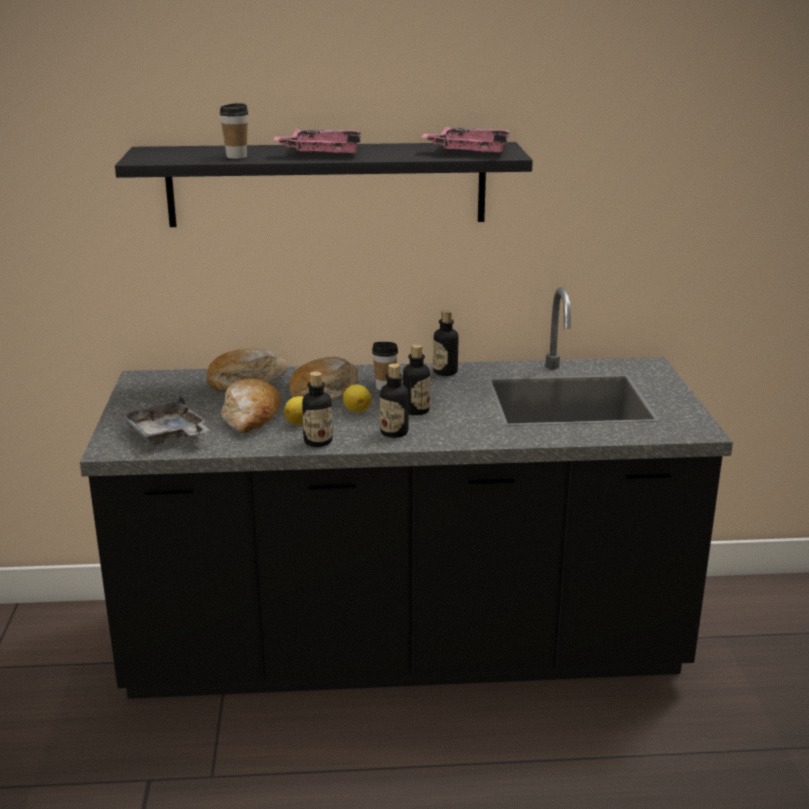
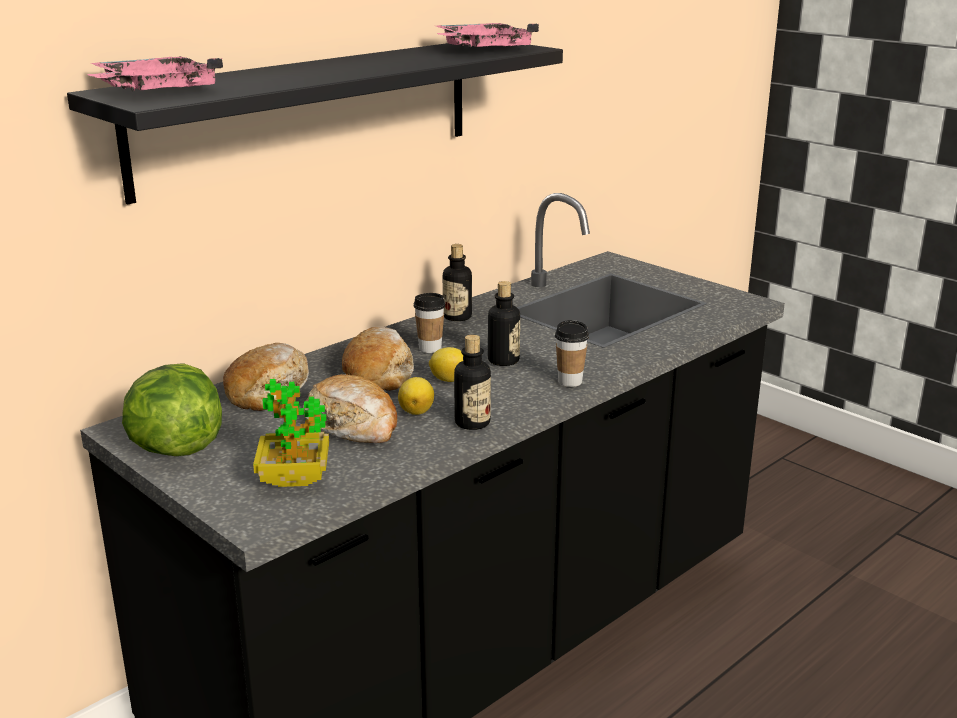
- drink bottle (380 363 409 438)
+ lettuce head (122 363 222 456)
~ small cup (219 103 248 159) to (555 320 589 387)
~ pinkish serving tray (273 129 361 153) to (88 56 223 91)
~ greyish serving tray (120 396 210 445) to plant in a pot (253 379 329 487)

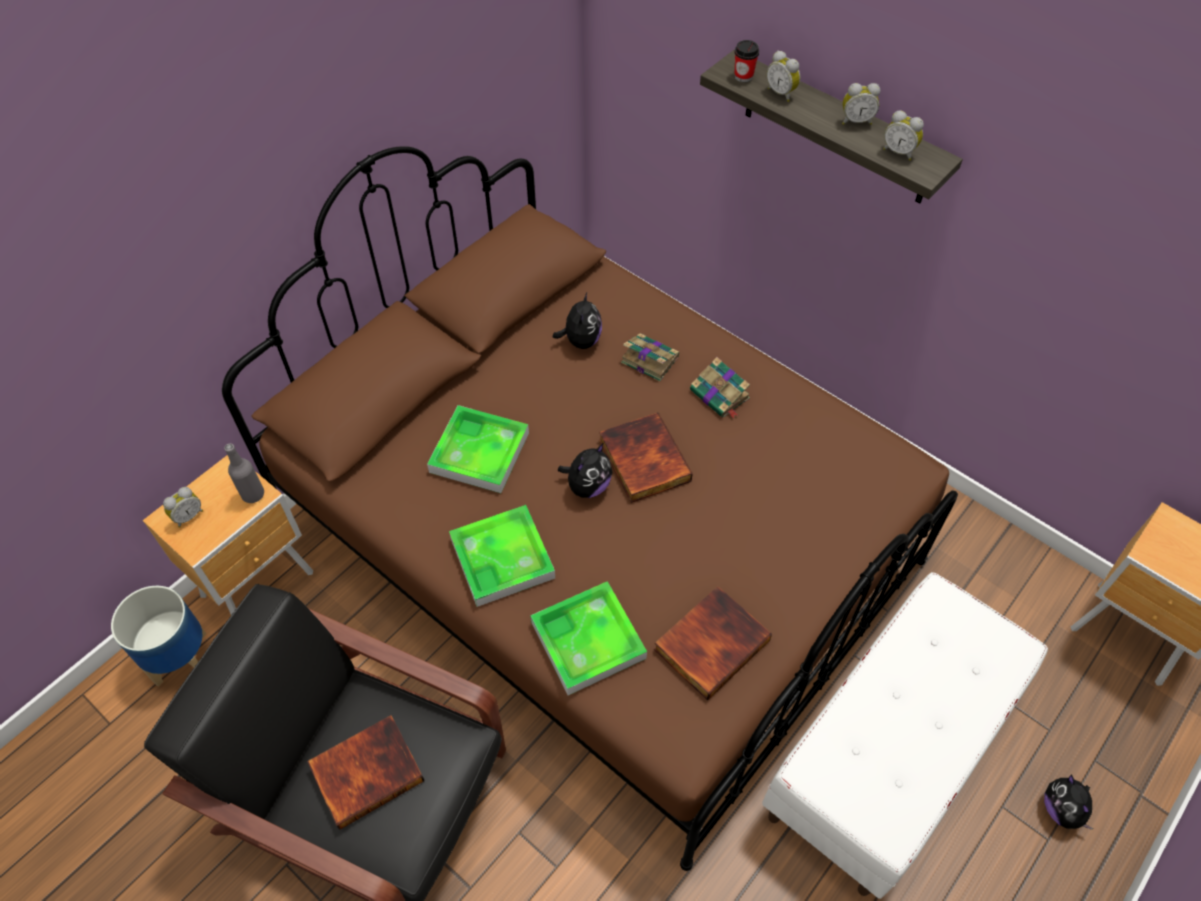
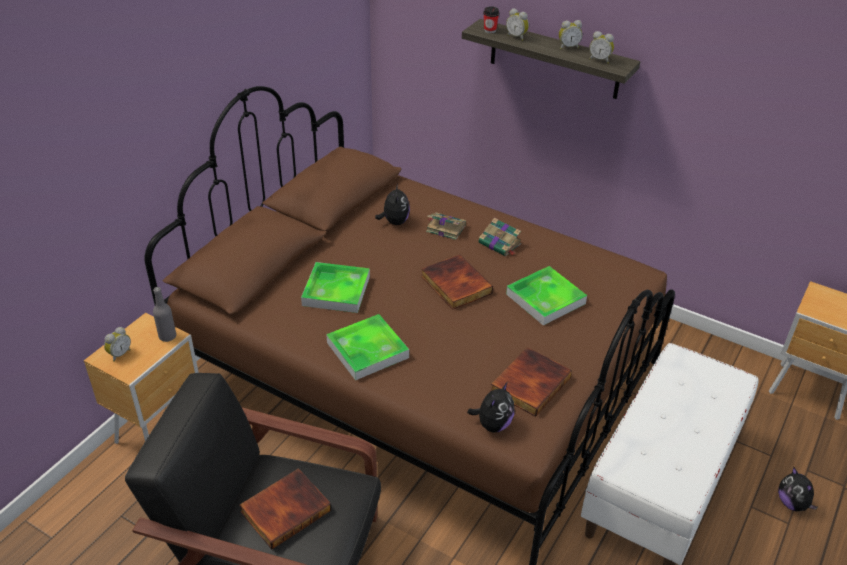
- flower pot (111 586 206 687)
~ serving tray (530 581 647 695) to (506 266 587 326)
~ plush toy (558 443 612 498) to (467 382 515 433)

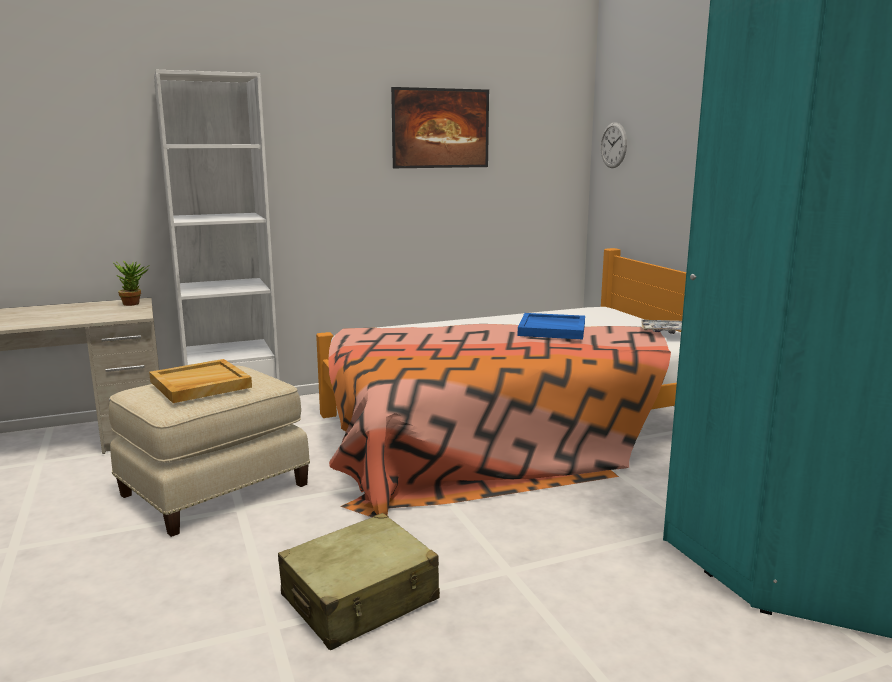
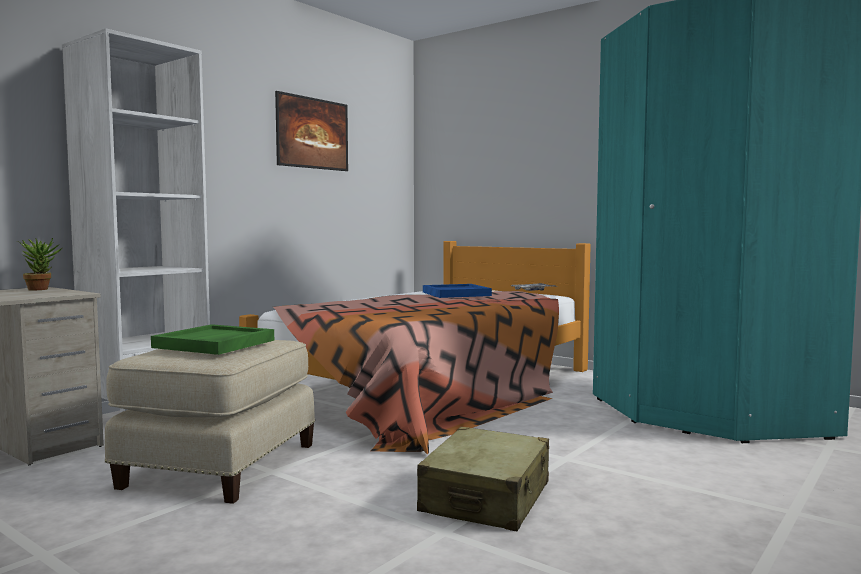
- clock on the wall (601 122 627 168)
~ beige serving tray (149 359 252 403) to green-coloured serving tray (151 324 274 355)

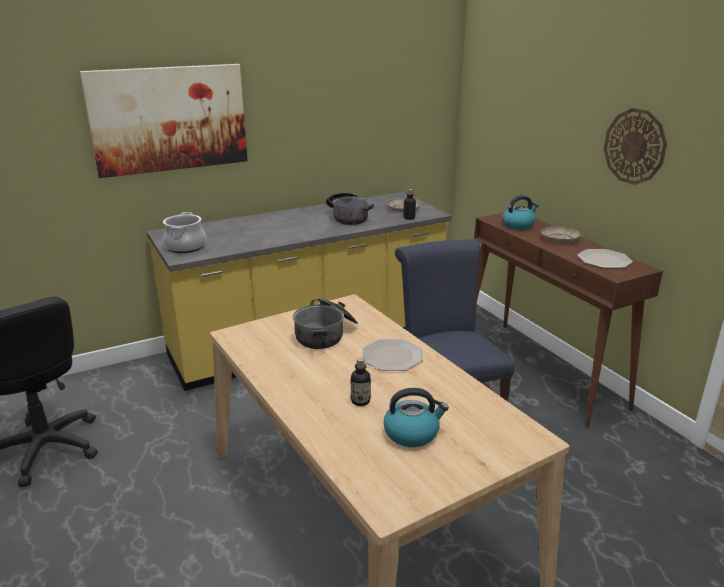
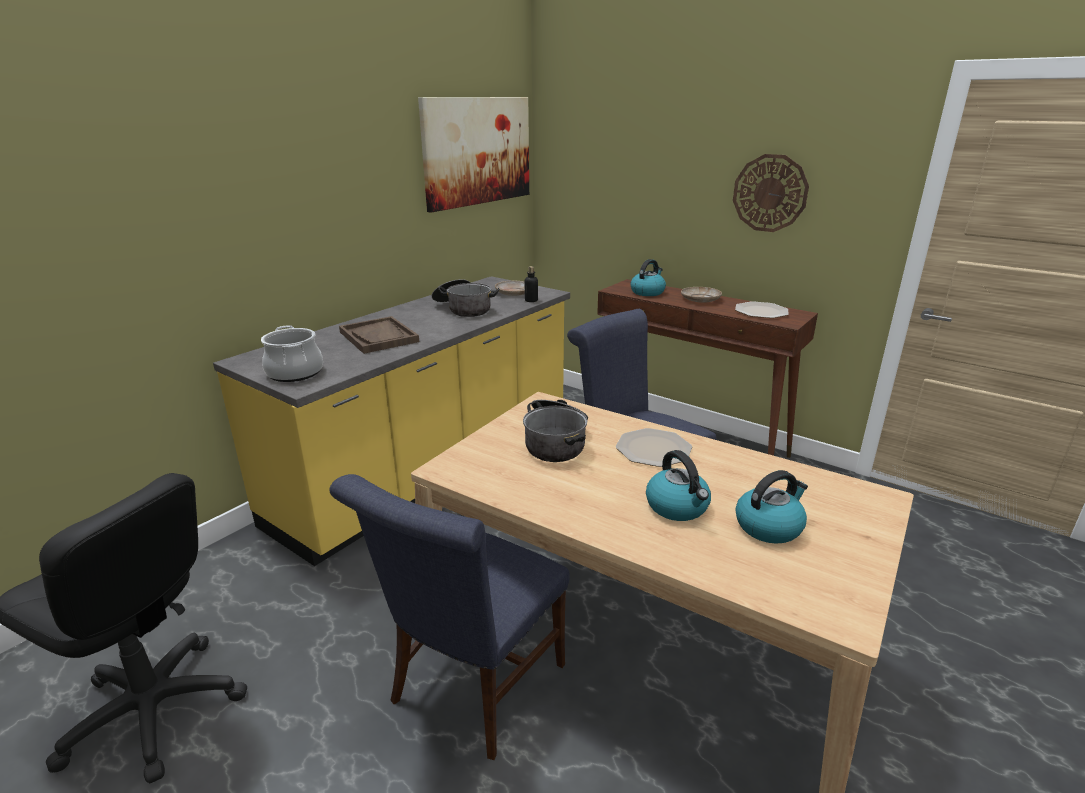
+ bluish upright chair (329 474 570 760)
+ brownish serving tray (339 316 419 354)
~ wall picture (79 64 248 178) to (418 97 529 213)
~ drink bottle (351 357 371 406) to water kettle (646 450 711 521)

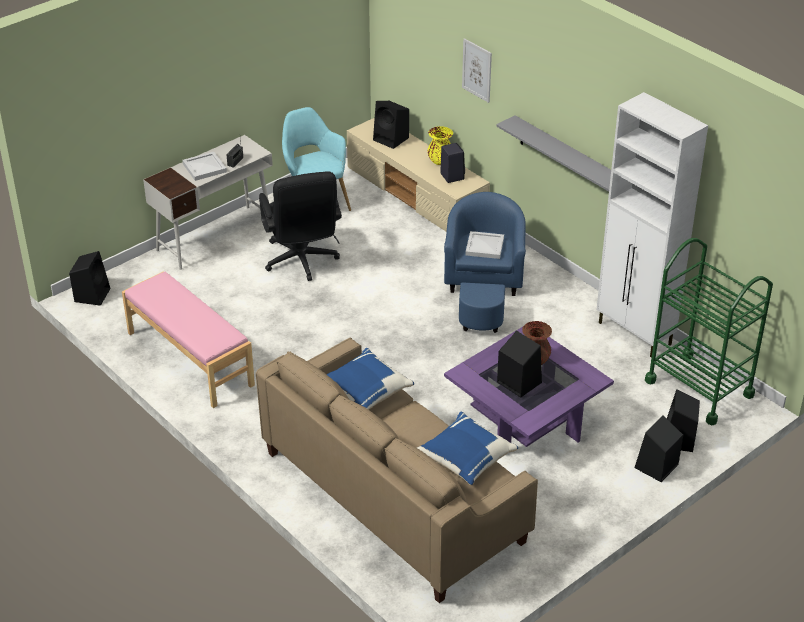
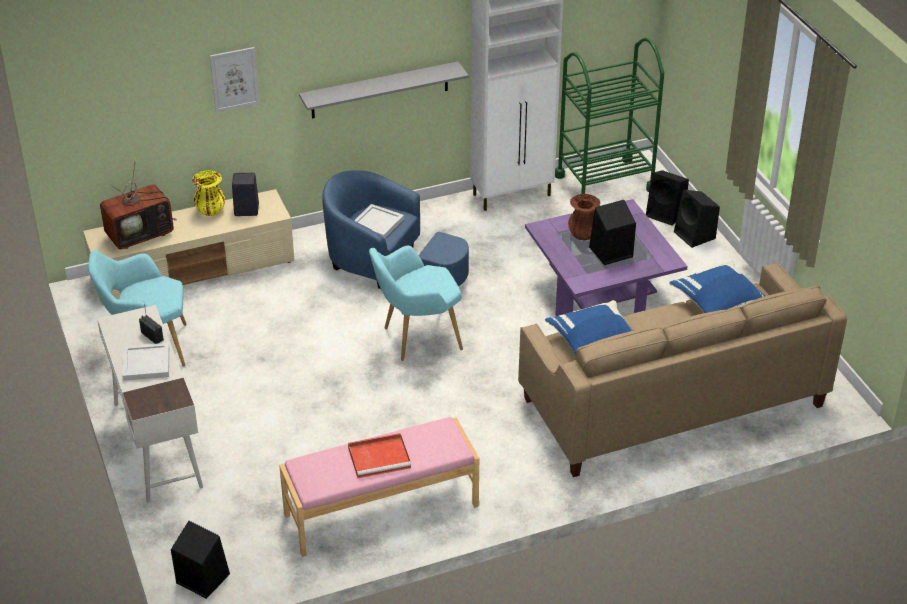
- blackish desk chair (259 171 342 281)
+ reddish serving tray (348 433 411 478)
+ turquoise-coloured lounge chair (369 246 463 361)
~ blackish loudspeaker (373 101 409 149) to TV set (100 161 177 250)

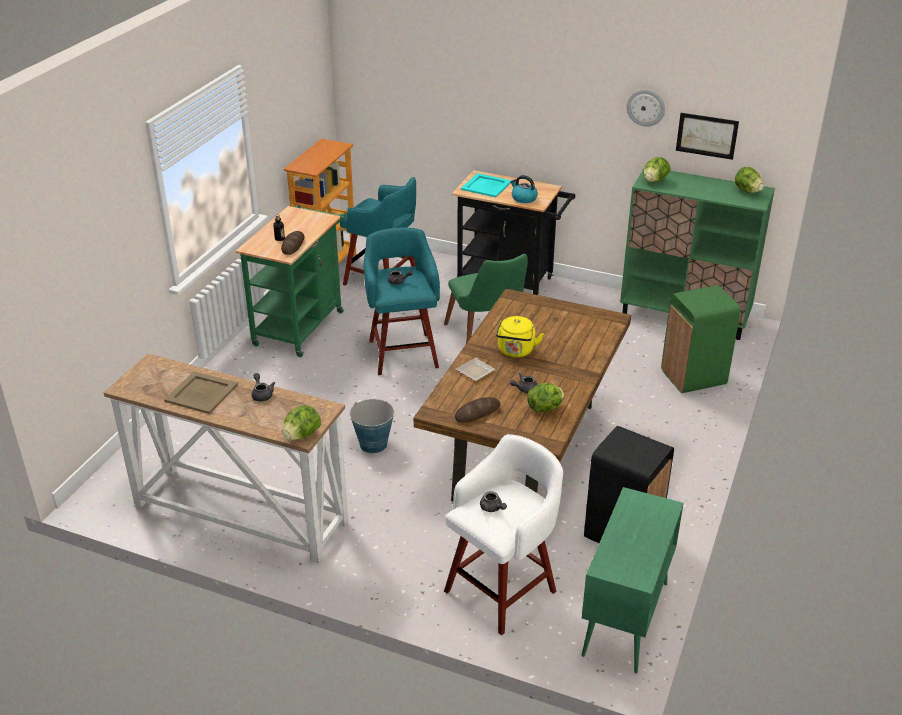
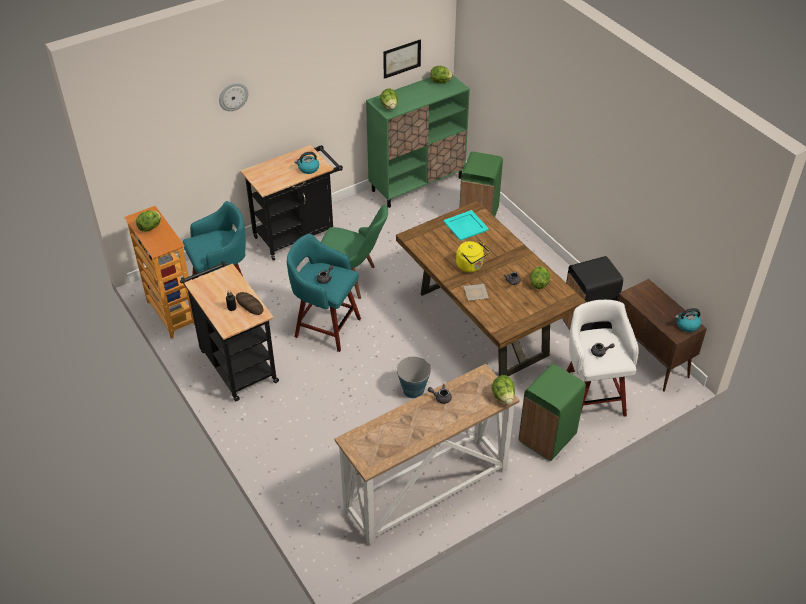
- beige serving tray (164 371 238 414)
- bakery bread (455 397 500 423)
+ lettuce head (136 210 161 232)
+ green-coloured waste bin (519 364 586 461)
+ water kettle (675 308 701 332)
~ turquoise-coloured serving tray (461 173 512 197) to (443 210 489 241)
~ clock on the wall (627 89 665 127) to (219 82 249 111)
~ green-coloured wheeled cart (236 205 345 357) to blackish wheeled cart (180 261 279 401)
~ green-coloured cupboard (582 487 684 673) to brownish cupboard (617 279 707 392)

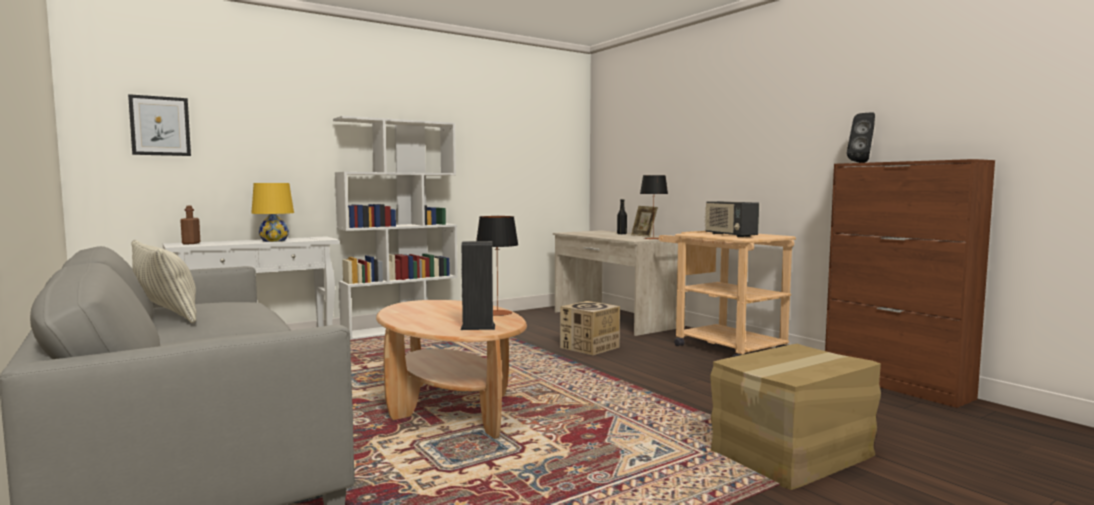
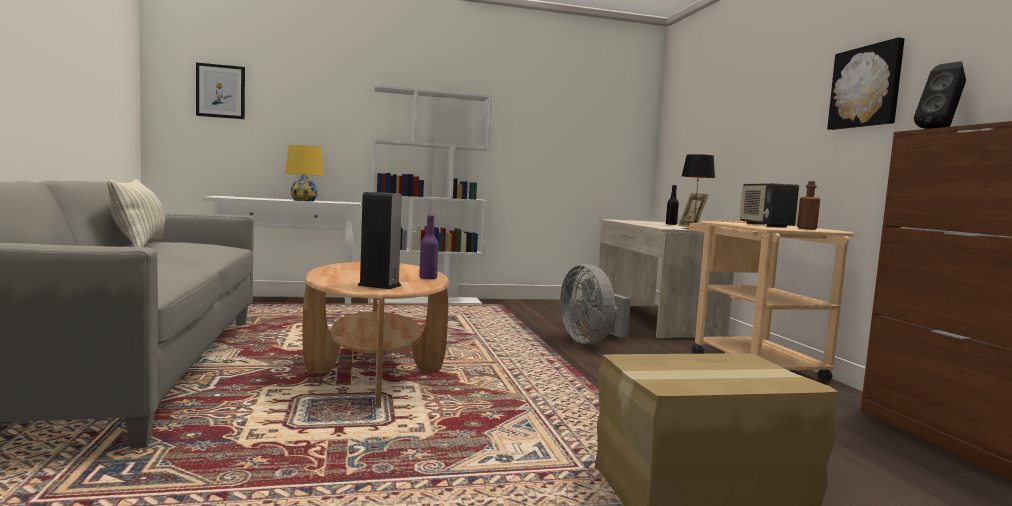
+ wall picture (827 37 905 130)
~ brownish drink bottle (180 206 201 244) to (797 181 820 230)
~ lamp for a table (476 216 518 316) to purple drink bottle (419 215 438 279)
~ packing box (560 301 620 355) to greyish electric fan (560 264 631 344)

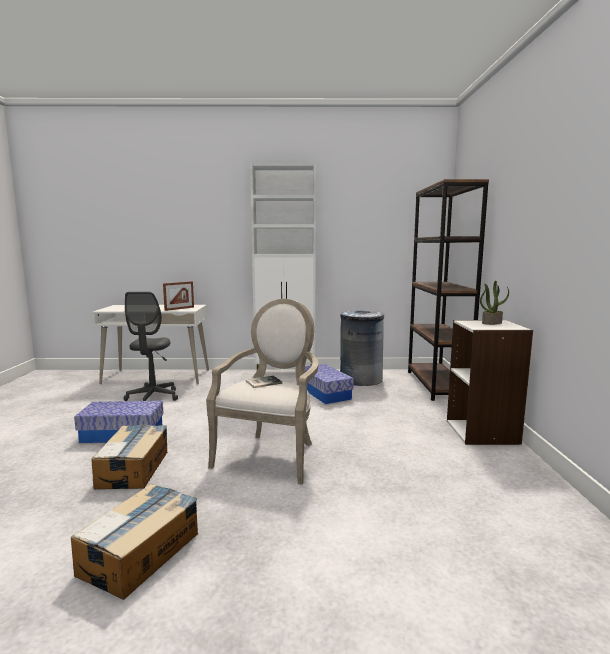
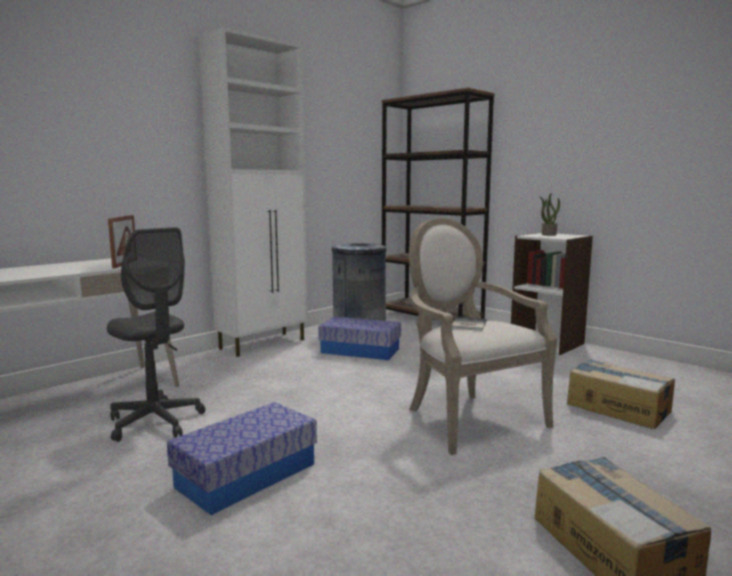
~ packing box (91 424 167 490) to (567 359 675 429)

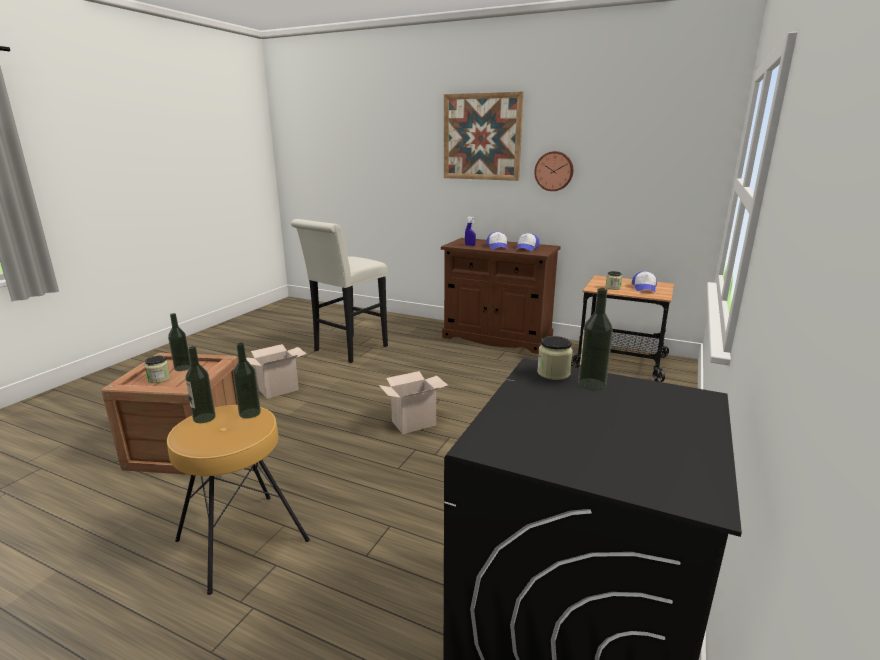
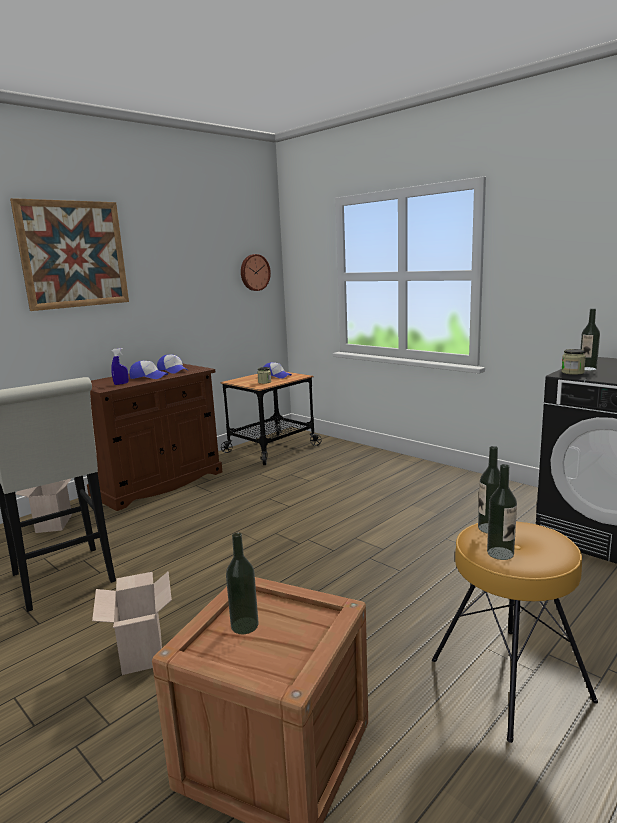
- jar (145 356 171 383)
~ packing box (379 371 448 434) to (15 478 72 533)
~ clock on the wall (534 151 573 191) to (241 254 271 291)

